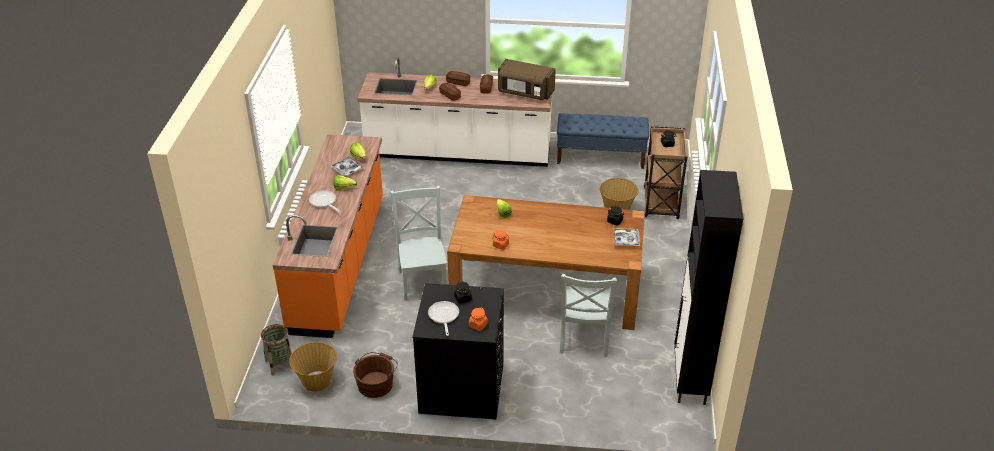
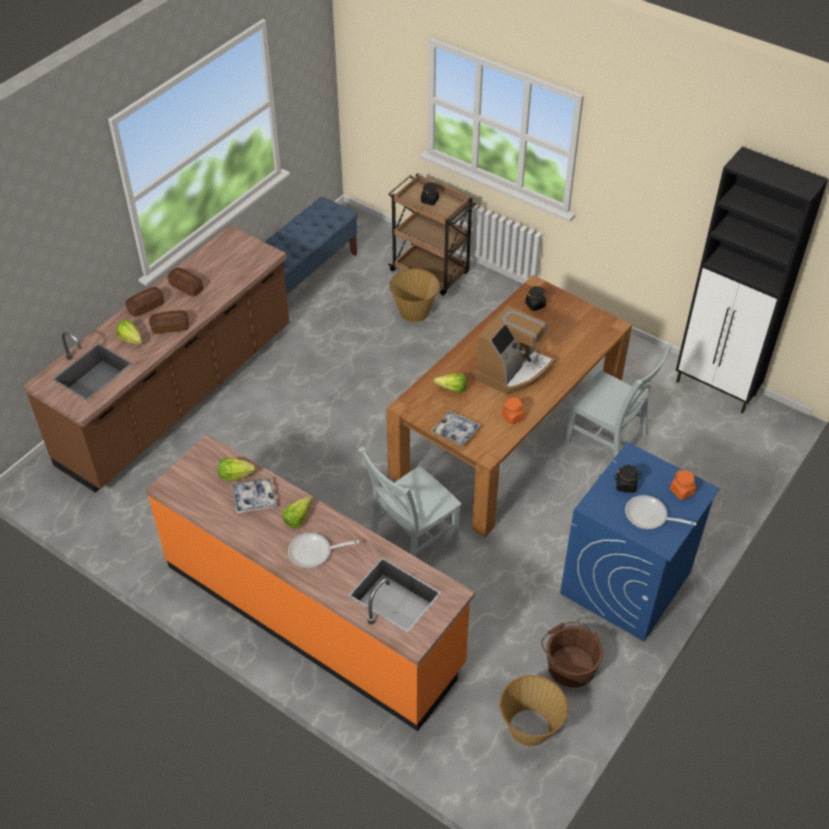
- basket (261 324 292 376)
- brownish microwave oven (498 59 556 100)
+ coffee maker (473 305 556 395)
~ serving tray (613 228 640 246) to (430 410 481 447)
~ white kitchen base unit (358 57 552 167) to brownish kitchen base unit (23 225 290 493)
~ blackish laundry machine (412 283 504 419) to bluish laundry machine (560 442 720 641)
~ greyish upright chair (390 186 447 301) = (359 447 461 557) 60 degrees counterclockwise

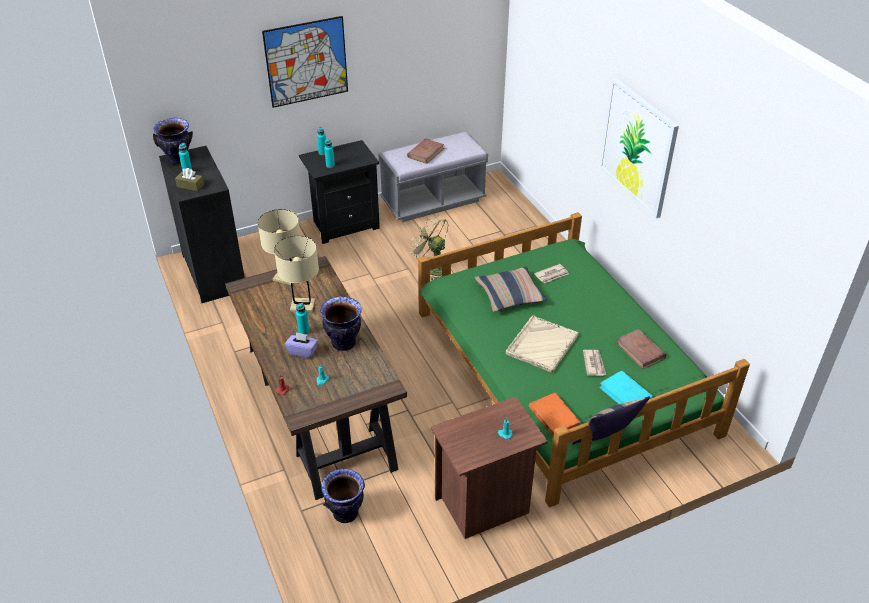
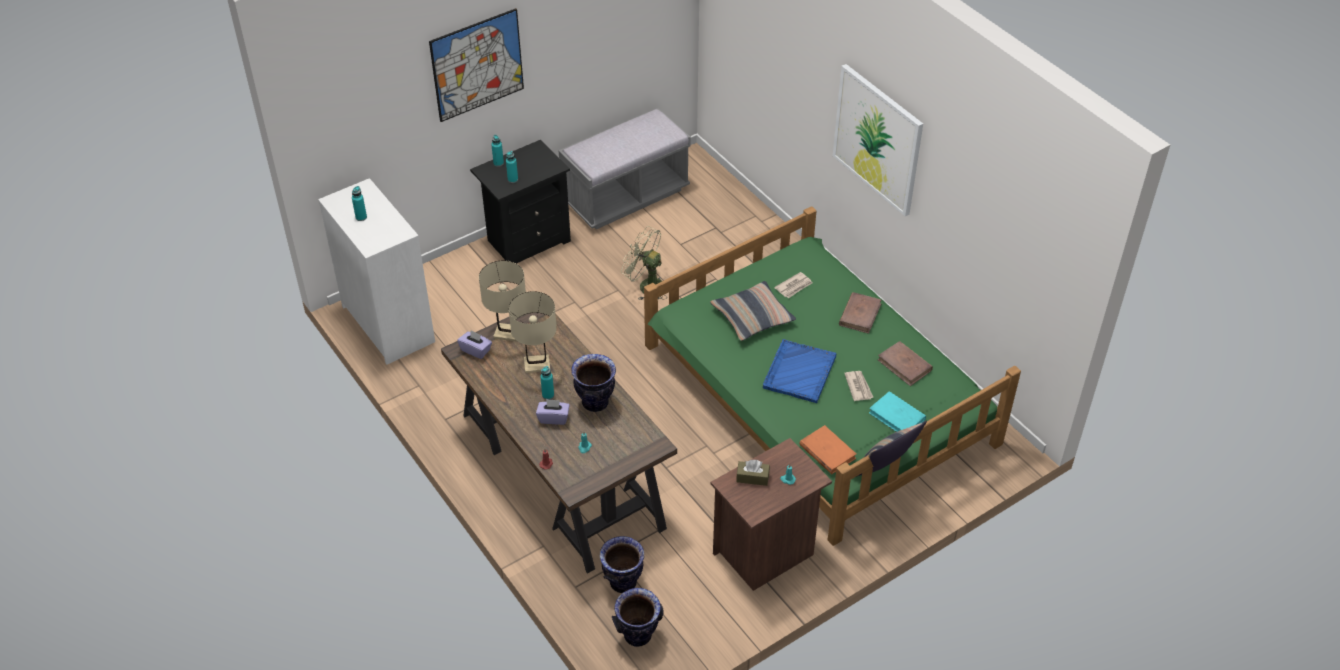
+ purple box of tissues (457 330 492 359)
~ flower vase (153 118 193 164) to (612 588 664 647)
~ brownish box of tissues (175 168 204 191) to (736 460 770 486)
~ brownish book (407 138 445 164) to (839 292 882 334)
~ blackish chest of drawers (159 146 245 303) to white chest of drawers (318 178 435 365)
~ beige serving tray (506 315 579 373) to bluish serving tray (763 339 836 403)

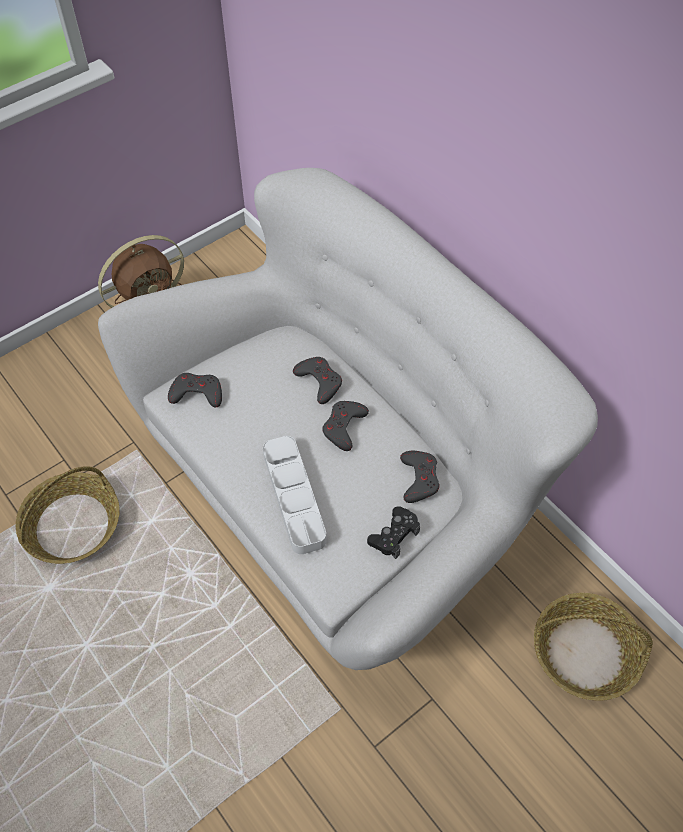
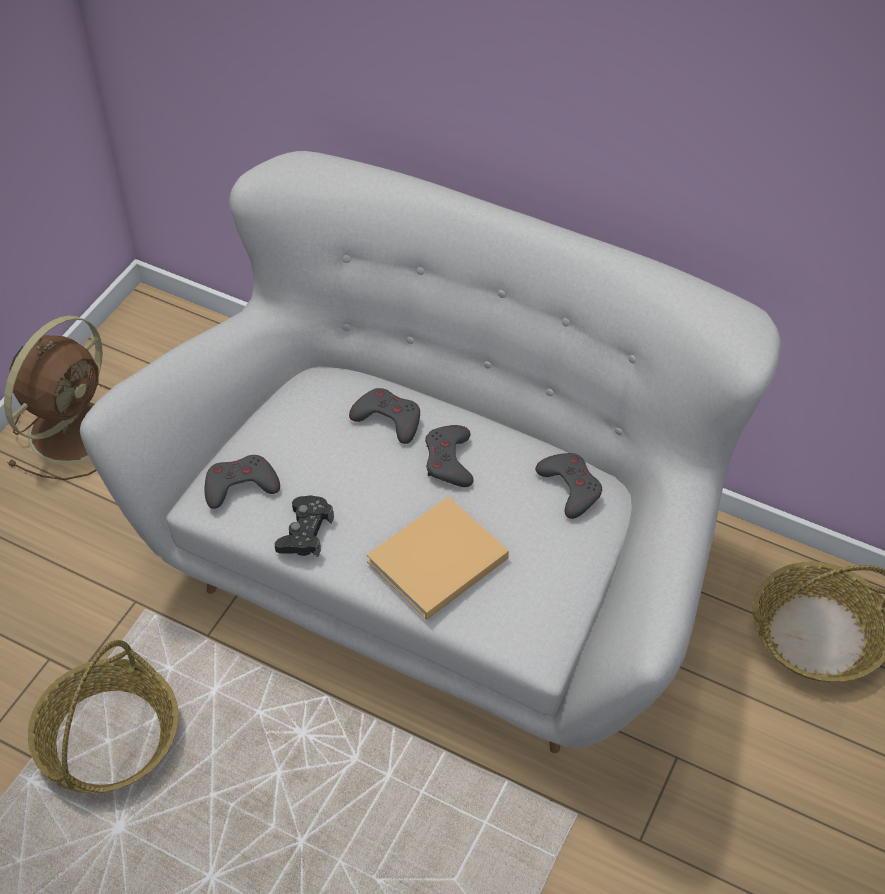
~ blackish gamepad (367 506 420 559) to (274 495 334 557)
~ greyish serving tray (263 436 326 554) to beige book (367 497 509 620)

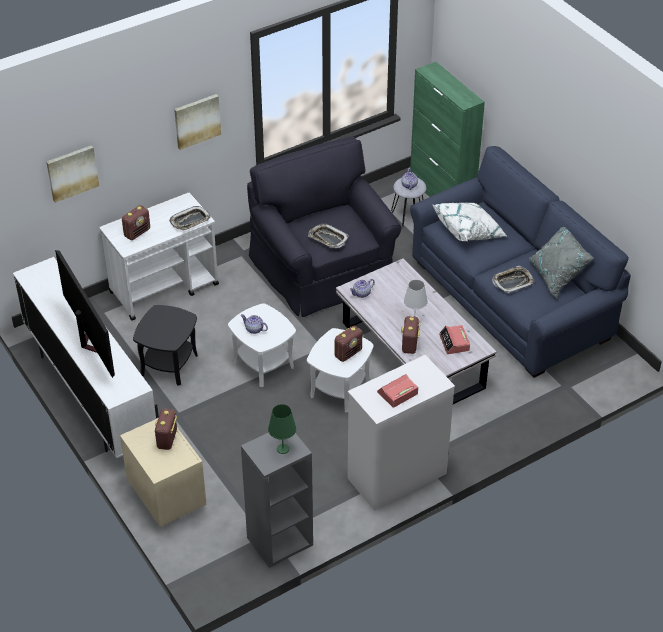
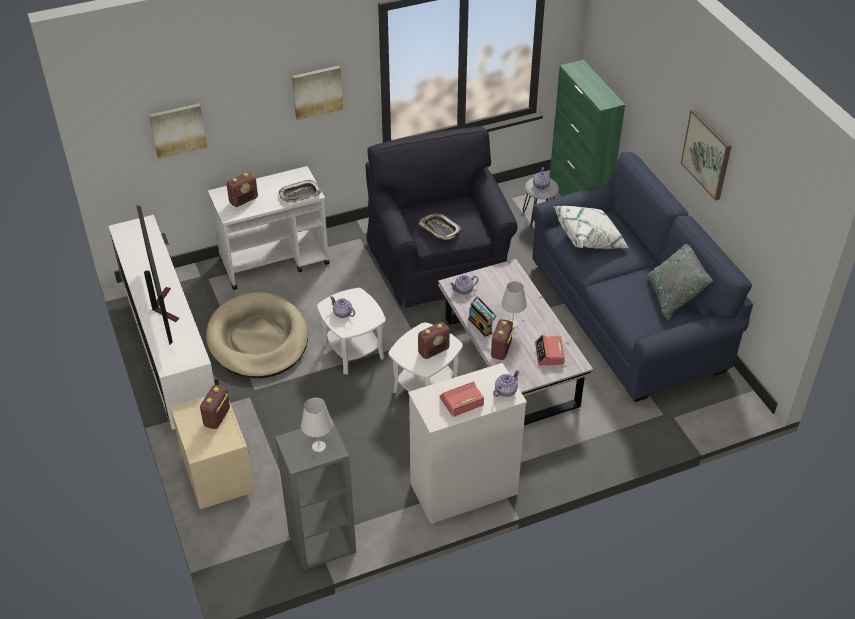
- serving tray (492 266 535 293)
+ radio receiver (468 296 497 337)
+ pot for tea (493 370 520 397)
+ wall picture (681 109 731 201)
~ blackish end table (133 305 198 386) to beige dog cushion (206 292 308 378)
~ green-coloured lamp for a table (268 404 296 454) to white lamp for a table (301 398 333 452)

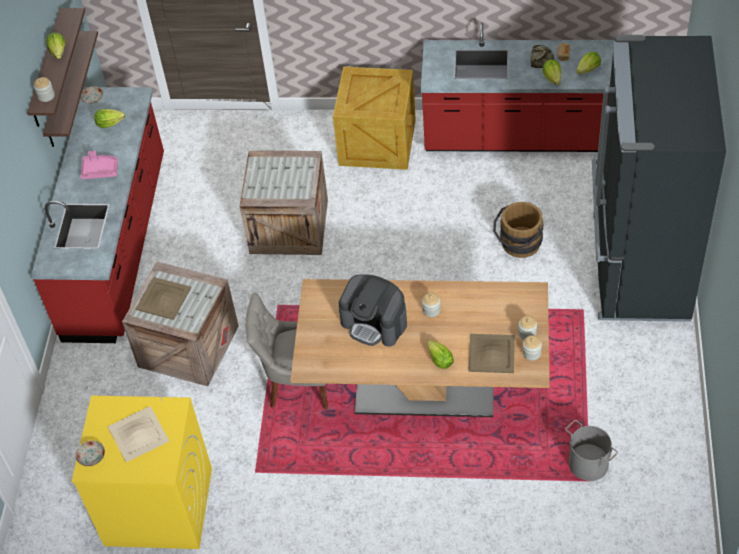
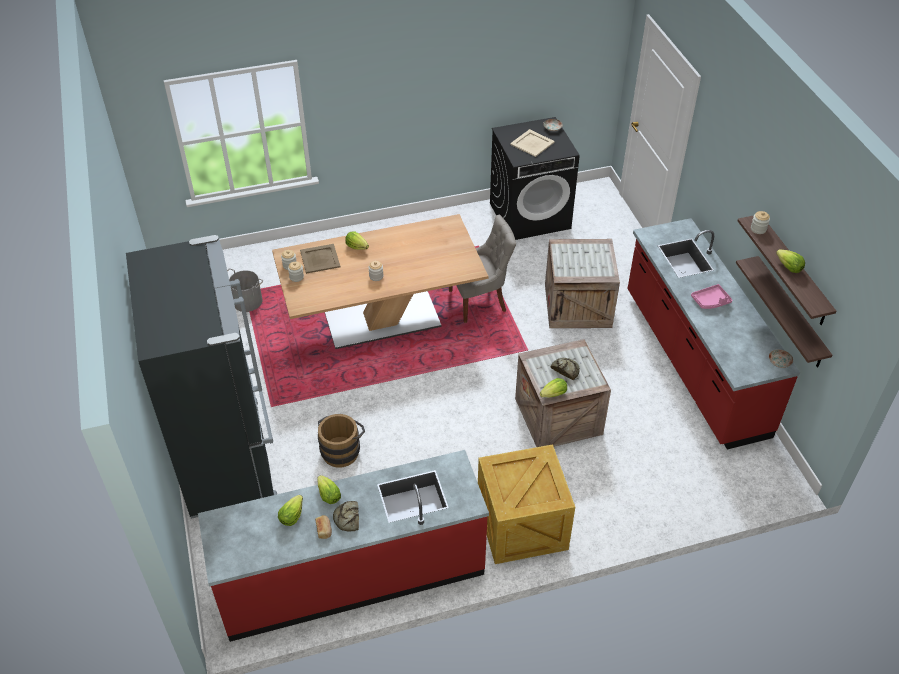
- beige serving tray (136 277 191 320)
- coffee maker (339 274 407 347)
+ bakery bread (551 358 580 380)
~ lettuce head (94 109 125 128) to (540 378 567 398)
~ yellow-coloured laundry machine (71 396 212 549) to blackish laundry machine (490 117 580 240)

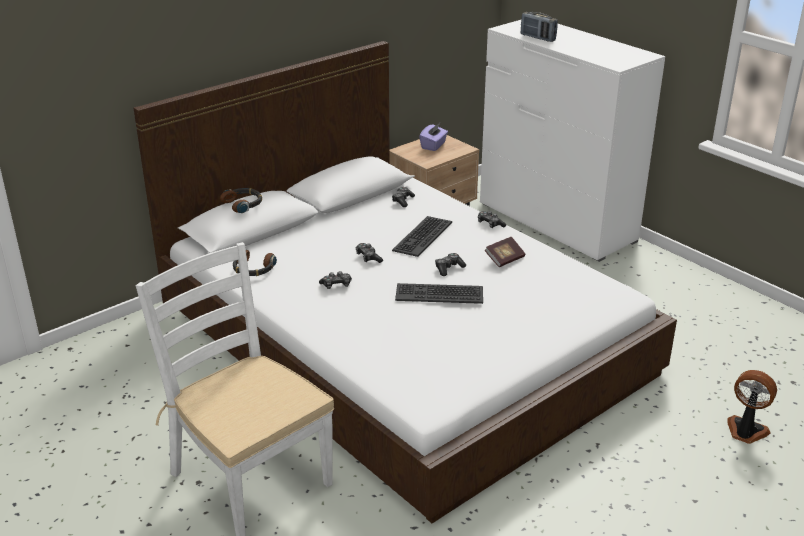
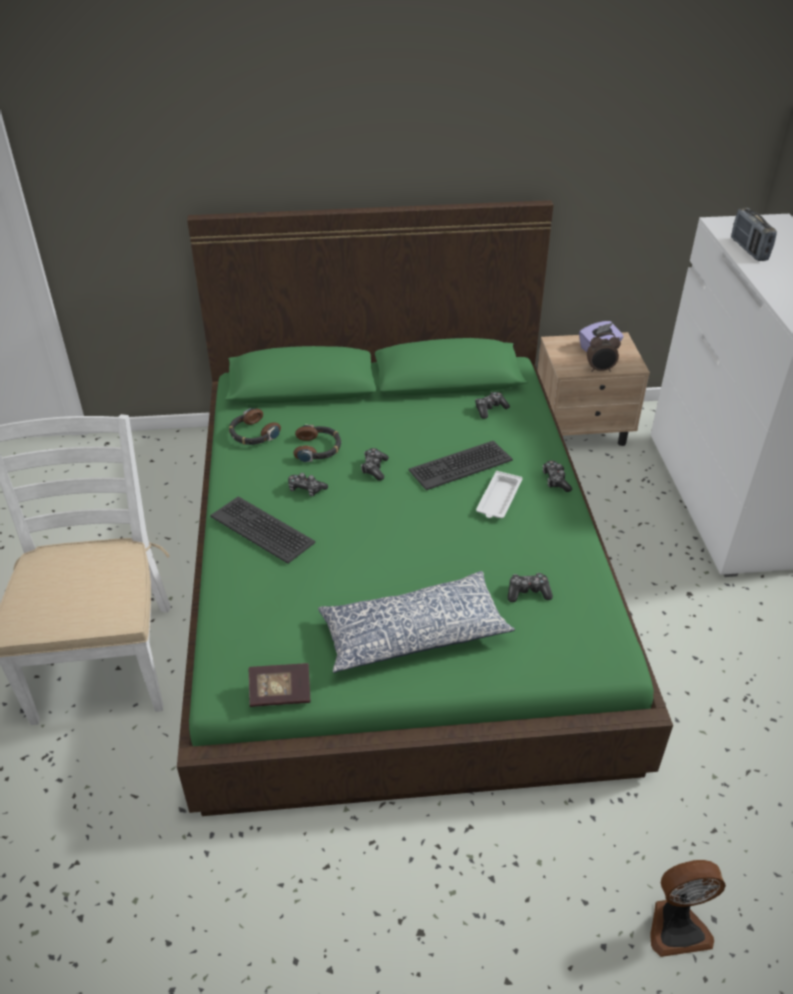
+ throw pillow (318 571 515 673)
+ white serving tray (476 471 523 518)
+ bedside clock (587 333 621 372)
~ headphones (220 188 262 213) to (293 424 341 462)
~ computer keyboard (395 283 483 304) to (210 496 316 564)
~ gamepad (435 253 466 276) to (508 573 553 602)
~ book (485 237 525 267) to (248 663 311 707)
~ white bedroom bed (134 41 677 523) to green-coloured bedroom bed (177 200 673 816)
~ electric fan (727 370 777 444) = (650 860 726 957) 105 degrees clockwise

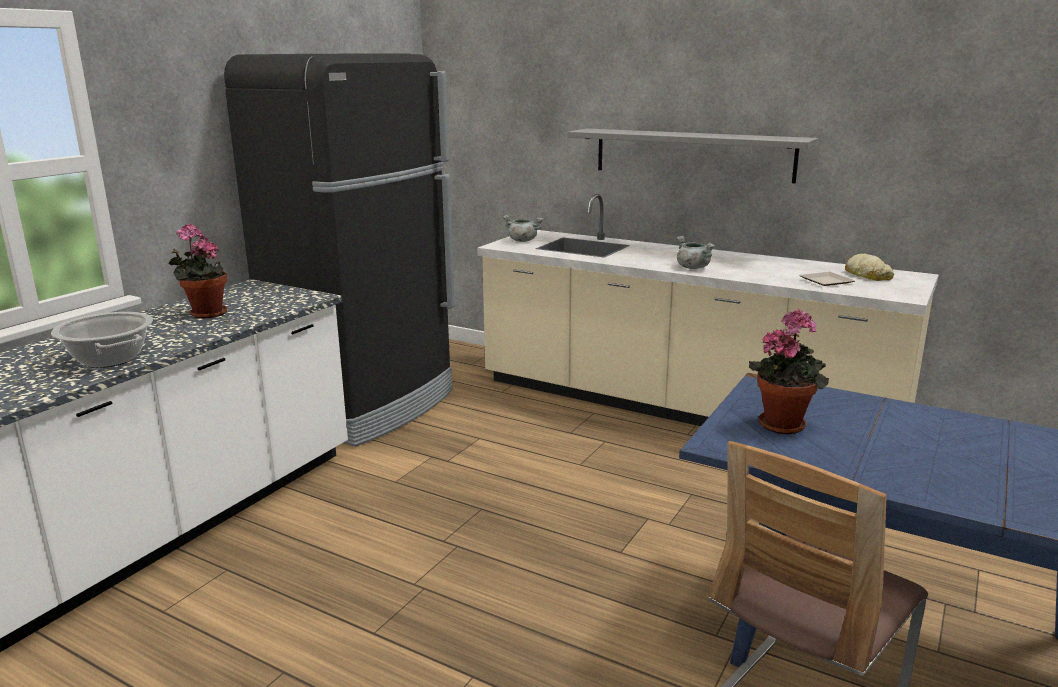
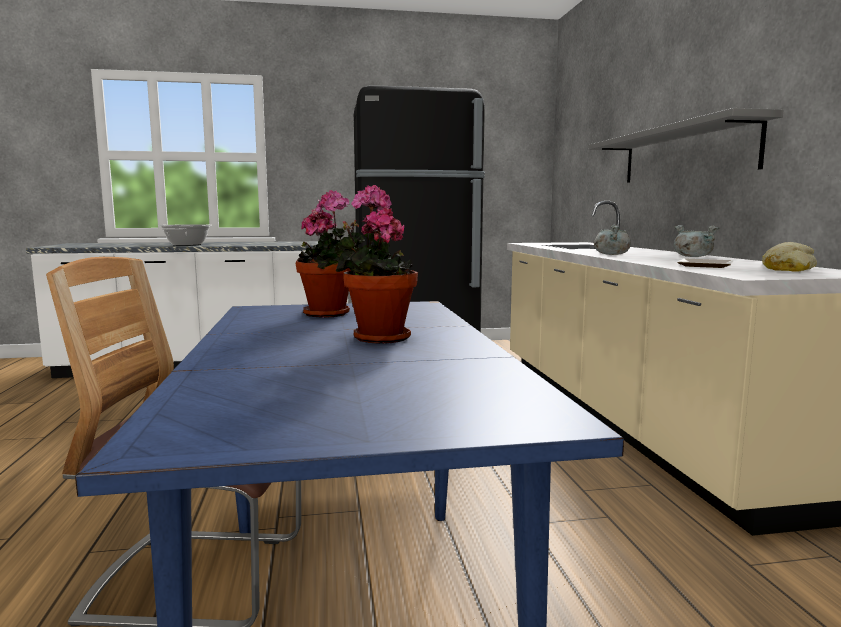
~ plant in a pot (169 224 227 319) to (336 185 418 344)
~ greyish saucepot (503 215 543 242) to (674 225 719 257)

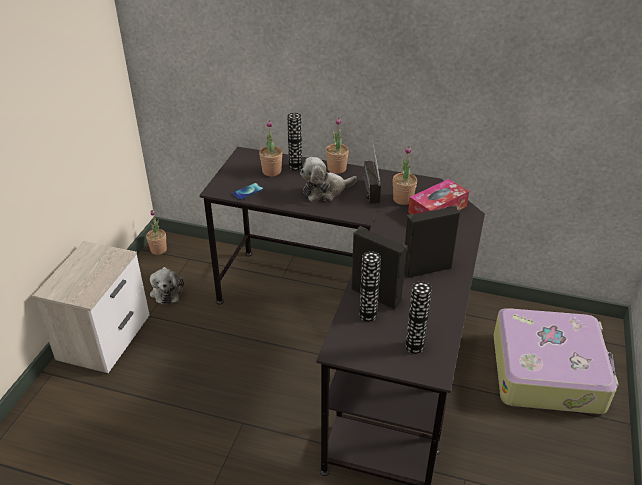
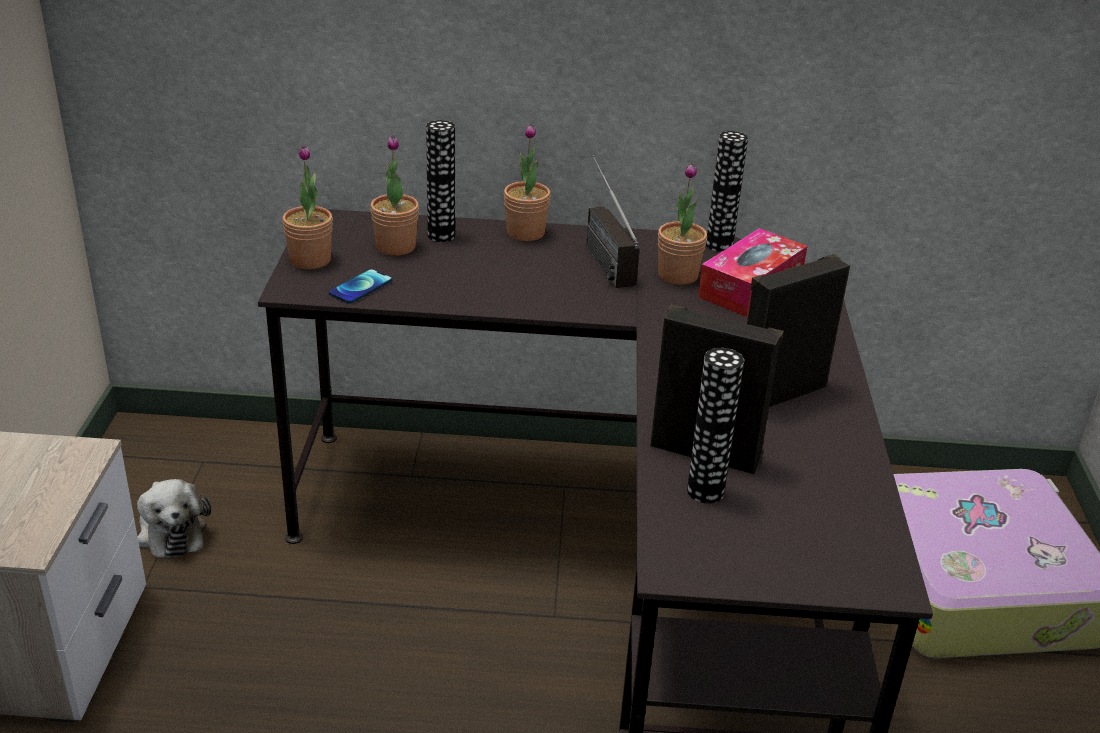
- plush toy (300 157 357 202)
~ plant in a pot (146 210 167 255) to (282 145 333 269)
~ flower vase (405 281 432 354) to (706 131 748 252)

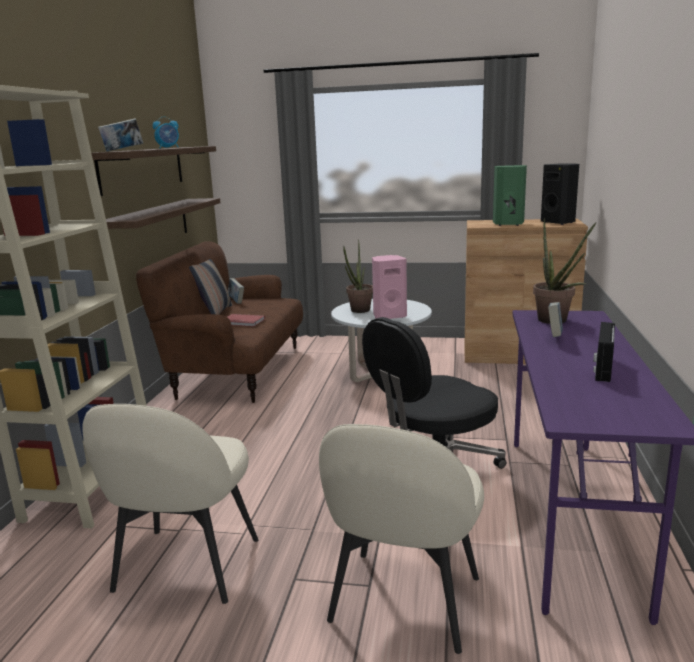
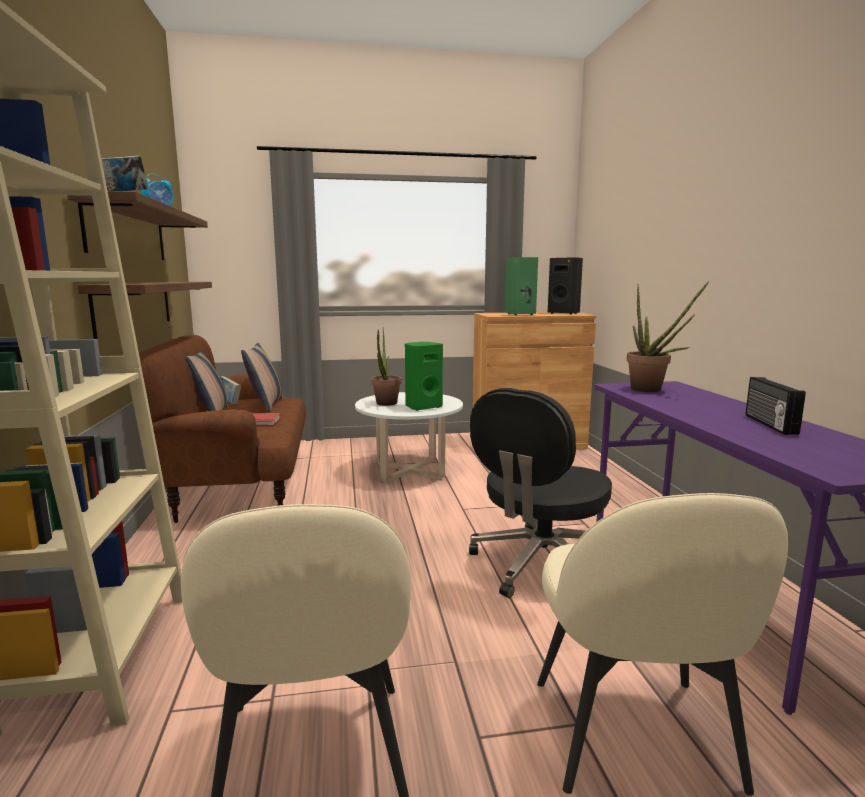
- book (548 302 563 337)
+ throw pillow (241 342 283 412)
~ pinkish loudspeaker (372 255 407 319) to green-coloured loudspeaker (405 342 443 411)

